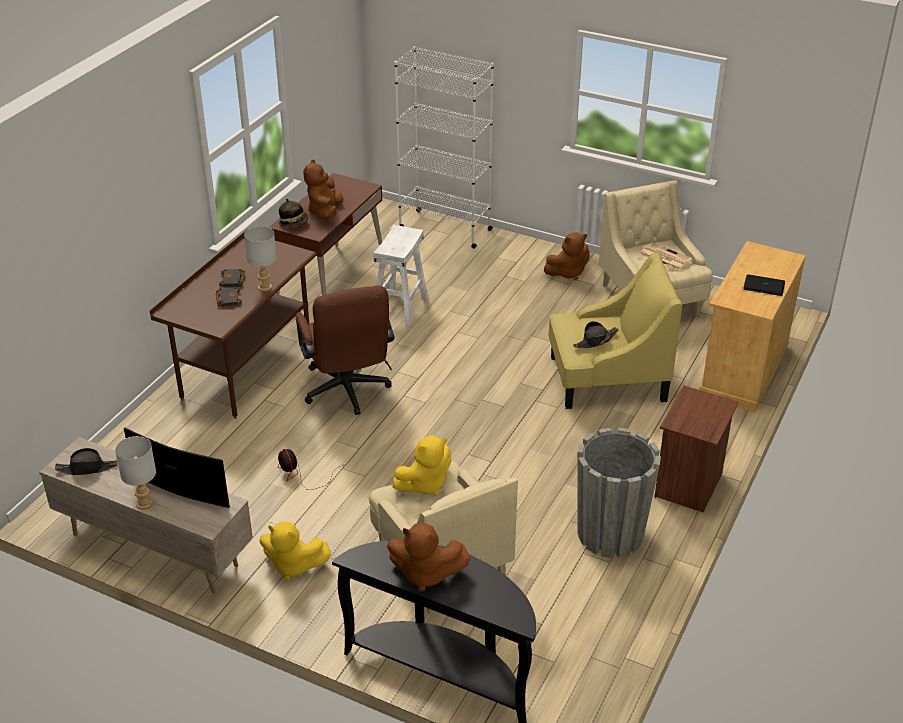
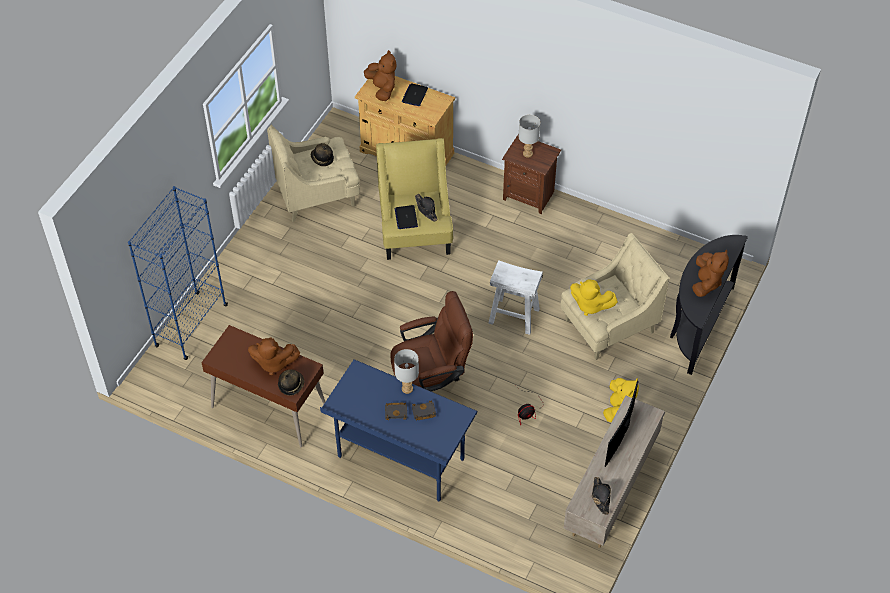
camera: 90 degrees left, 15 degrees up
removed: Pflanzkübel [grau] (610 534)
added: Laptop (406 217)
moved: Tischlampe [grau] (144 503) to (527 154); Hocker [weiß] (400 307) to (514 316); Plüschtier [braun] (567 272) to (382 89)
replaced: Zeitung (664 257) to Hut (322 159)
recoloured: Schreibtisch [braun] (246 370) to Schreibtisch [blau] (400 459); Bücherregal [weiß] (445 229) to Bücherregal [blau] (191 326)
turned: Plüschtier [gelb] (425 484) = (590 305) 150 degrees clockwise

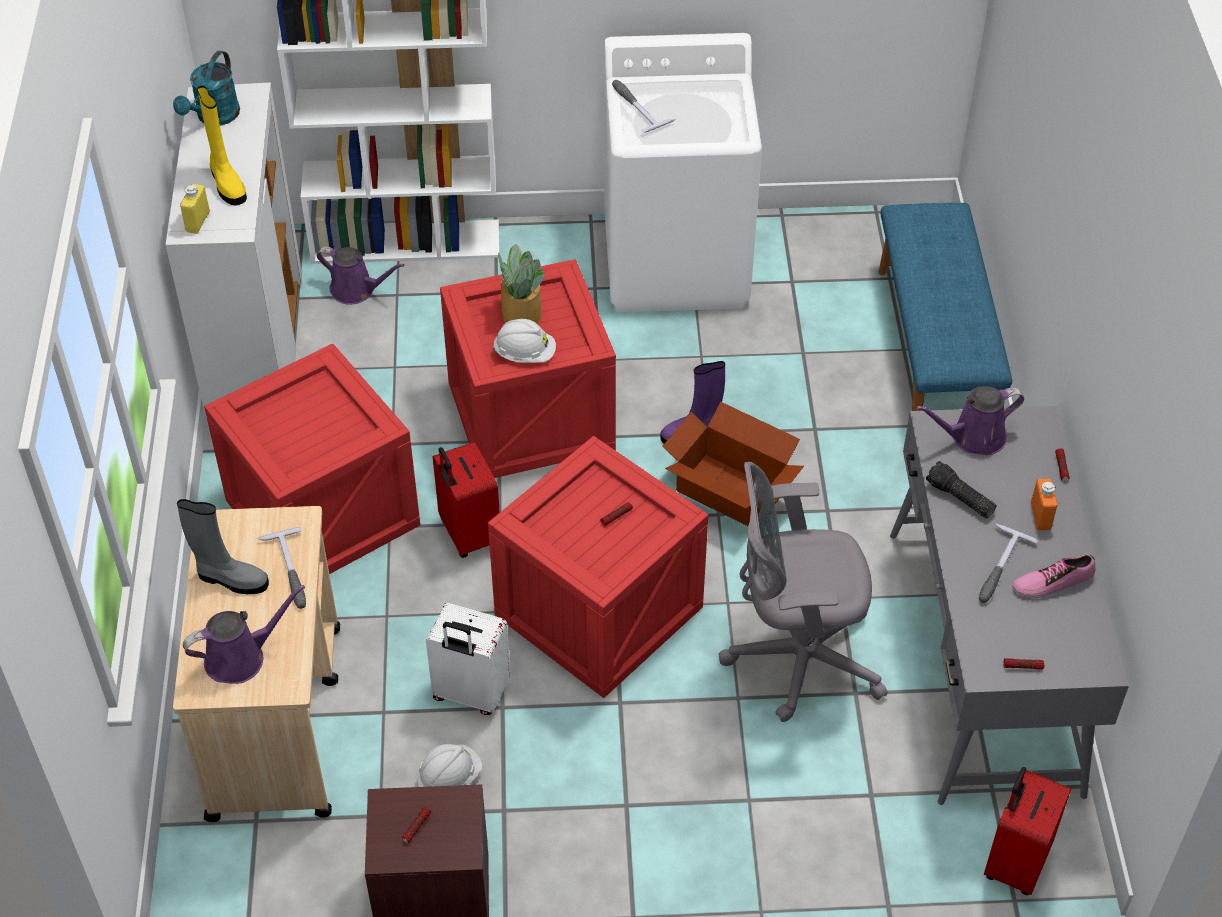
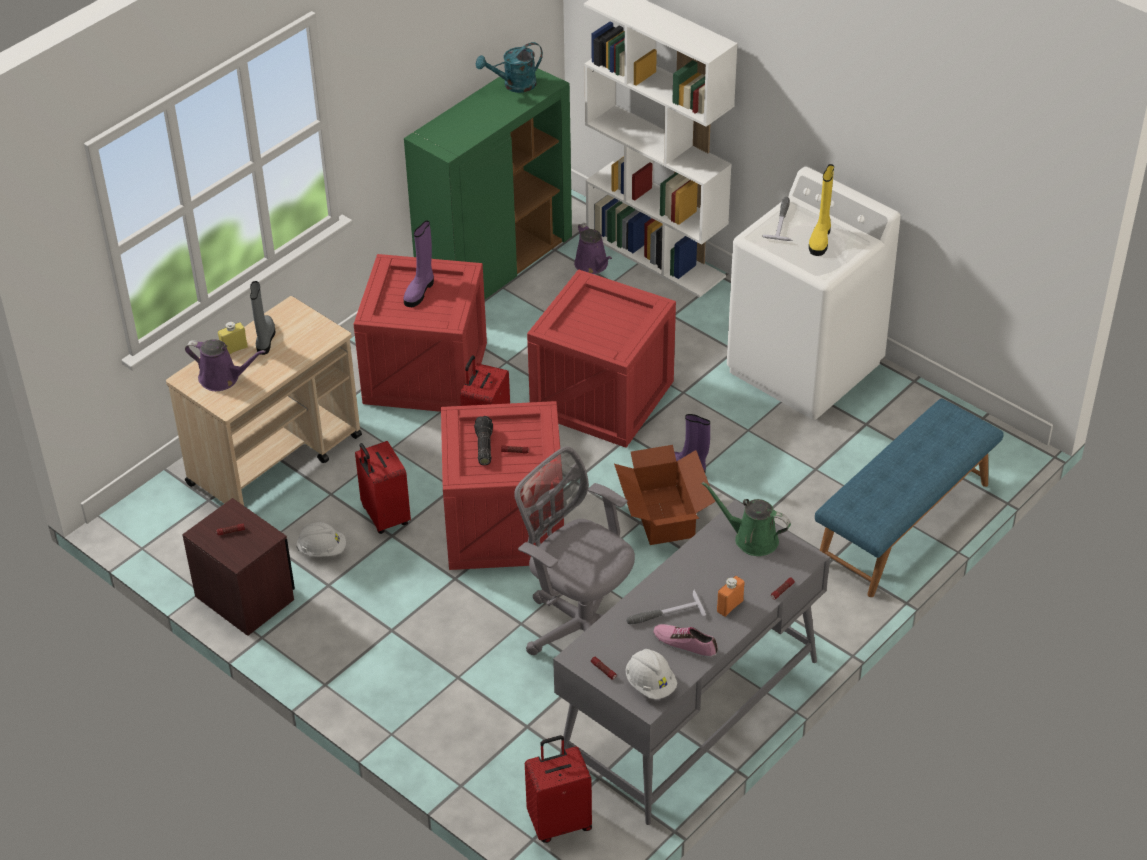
camera: 45 degrees right, 5 degrees down
removed: Hammer (290 572); Topfpflanze (521 314)
added: Stiefel [lila] (420 291)
moved: Flasche [gelb] (198 222) to (234 349); Stiefel [gelb] (227 184) to (820 239); Schutzhelm [weiß] (525 354) to (650 684); Taschenlampe (958 498) to (483 446)
recoloured: Schrank [weiß] (257 354) to Schrank [grün] (495 266); Koffer [weiß] (470 694) to Koffer [rot] (384 517); Gießkanne [lila] (973 437) to Gießkanne [grün] (751 538)
turned: Stiefel [grau] (230 579) = (264 339) 150 degrees counterclockwise

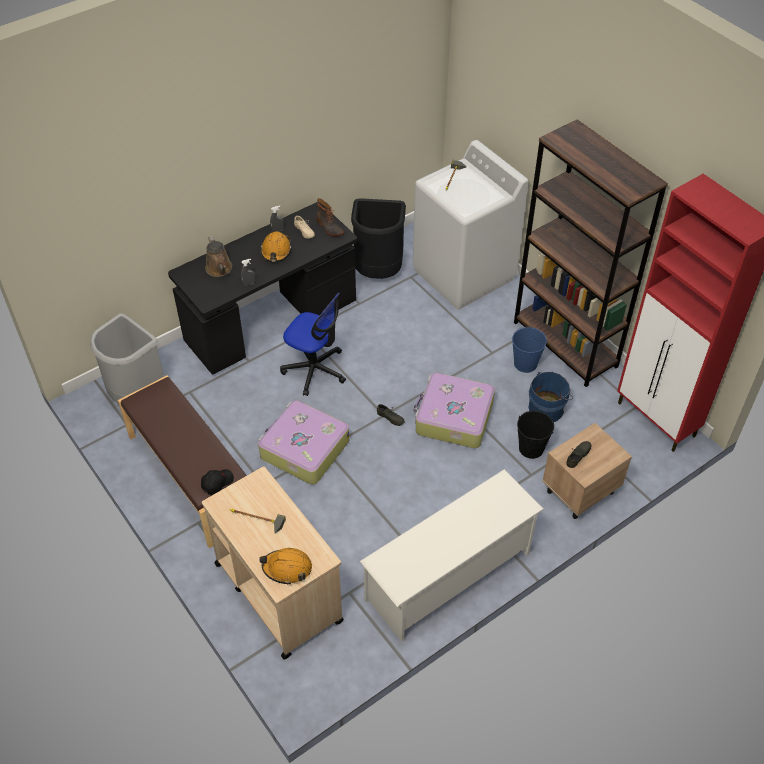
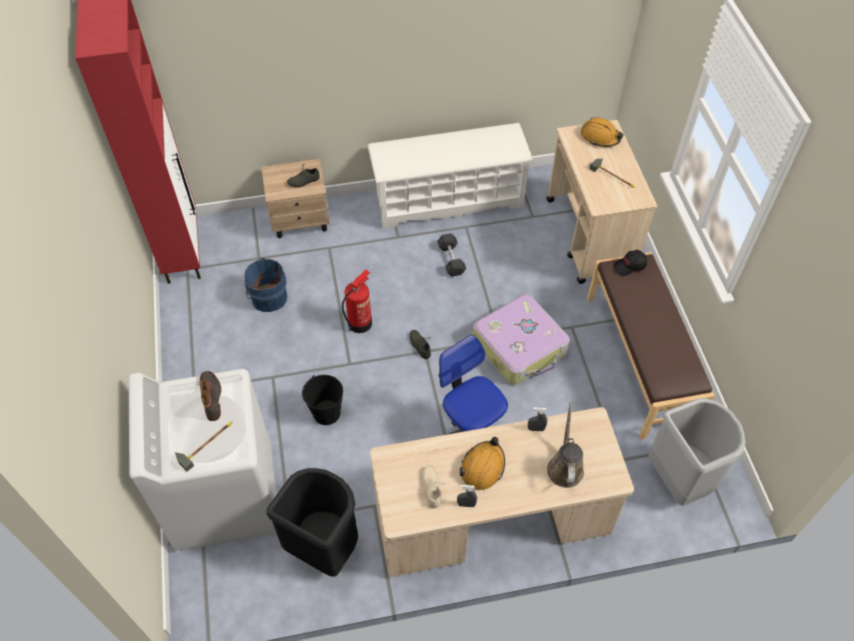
camera: 155 degrees left, 5 degrees up
removed: Eimer [blau] (525 364); Bücherregal [braun] (565 344)
added: Hantel [grau] (451 260)
moved: Stiefel (329 228) to (212 397); Eimer [schwarz] (531 448) to (327 413)
replaced: Koffer (453 418) to Feuerlöscher (360 323)
recoloured: Schreibtisch [schwarz] (271 321) to Schreibtisch [beige] (492 523)

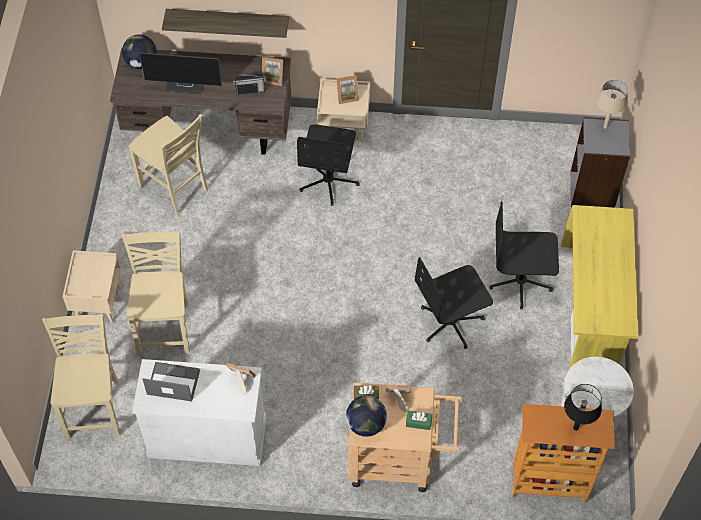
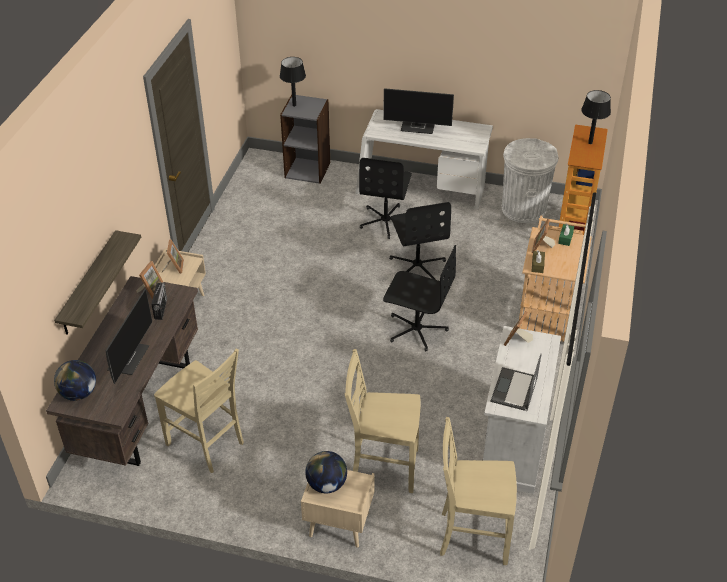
camera: 80 degrees left, 15 degrees down
added: Monitor (418 127)
moved: Bürostuhl [schwarz] (329 180) to (416 329); Globus (366 424) to (327 484)
recoloured: Schreibtisch [gelb] (590 310) to Schreibtisch [weiß] (421 190); Tischlampe [beige] (605 126) to Tischlampe [schwarz] (294 105)
turned: Stuhl [beige] (175 188) = (206 444) 75 degrees clockwise

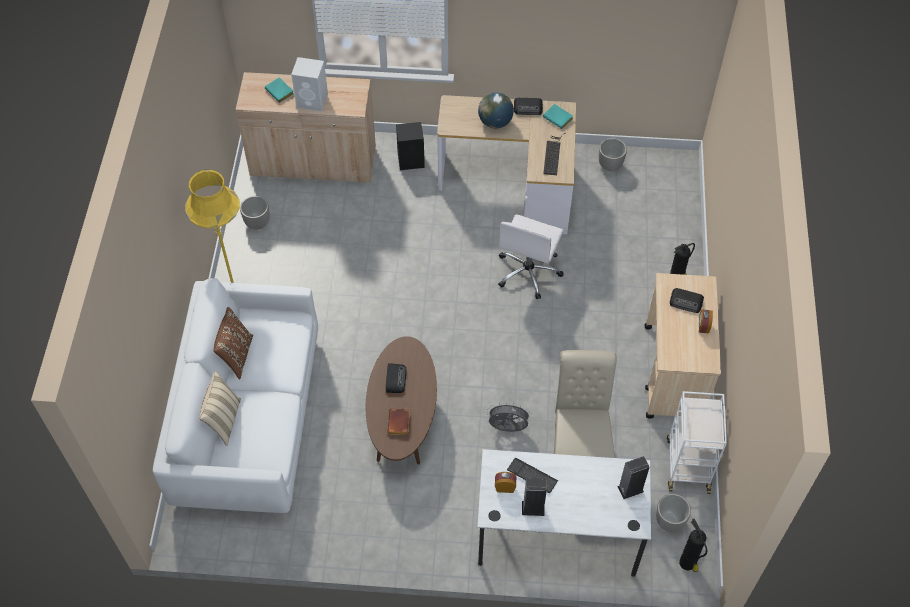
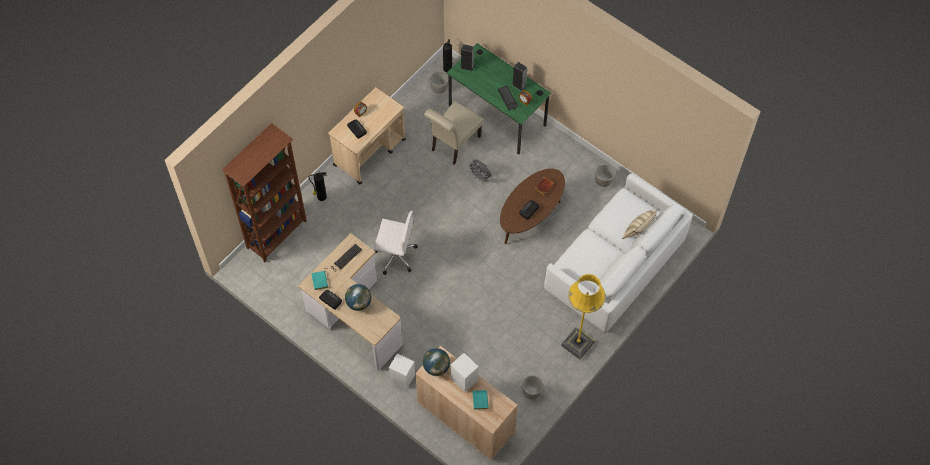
camera: 145 degrees left, 5 degrees up
removed: Kissen [braun] (236 356); Rollwagen [weiß] (687 463)
added: Bücherregal [braun] (277 234); Globus (436 367)
moved: Pflanzkübel (610 166) to (603 181)
recoloured: Lautsprecher [schwarz] (411 160) to Lautsprecher [weiß] (402 377); Schreibtisch [weiß] (557 534) to Schreibtisch [grün] (497 115)
turned: Bürostuhl [weiß] (528 272) = (395 255) 45 degrees clockwise

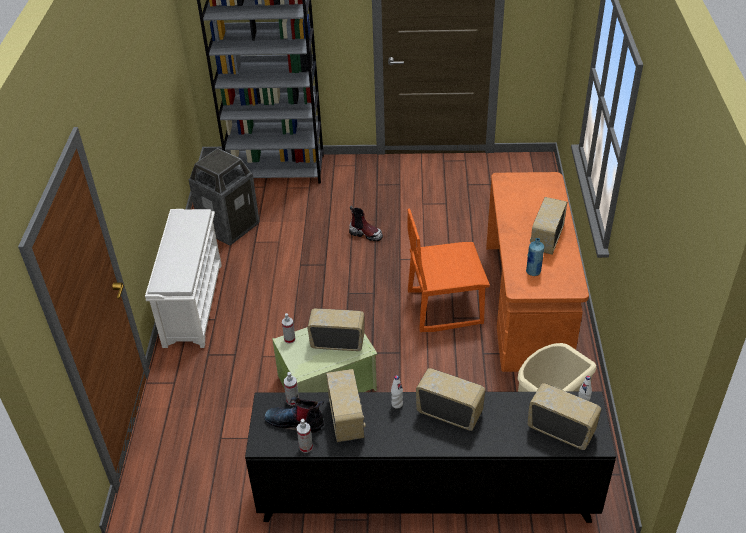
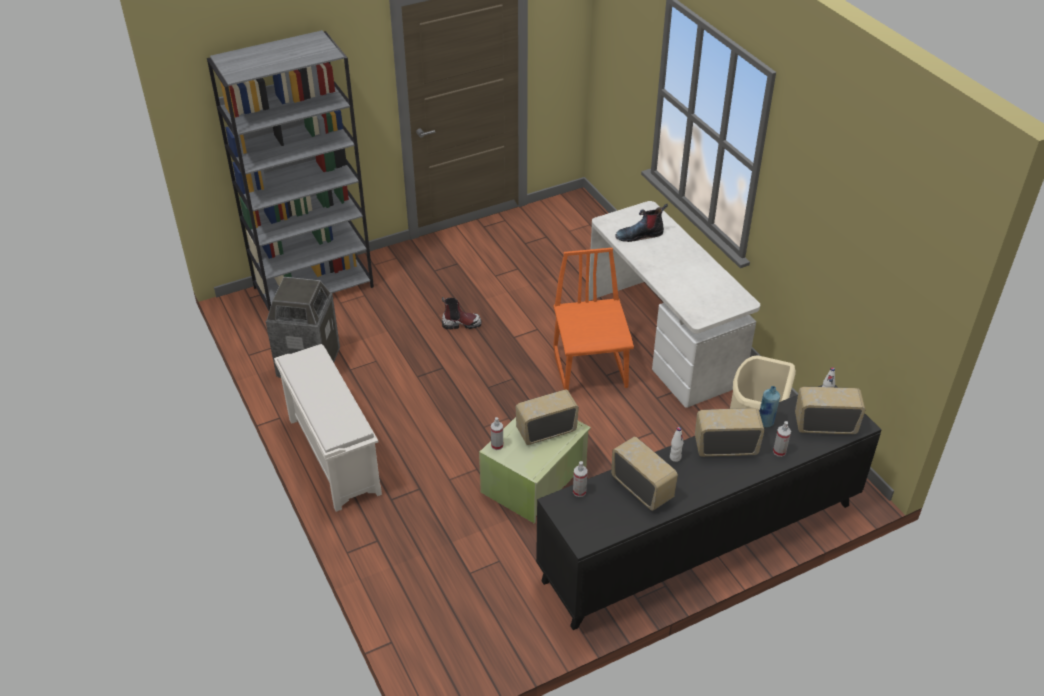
camera: 30 degrees left, 0 degrees up
removed: Radio (546 239)
moved: Stiefel (296 422) to (640 235); Sprühflasche (306 447) to (779 451); Flasche [blau] (533 272) to (765 422)
recoloured: Schreibtisch [orange] (528 304) to Schreibtisch [weiß] (663 339)
turned: Stuhl [orange] (444 307) = (591 368) 120 degrees clockwise

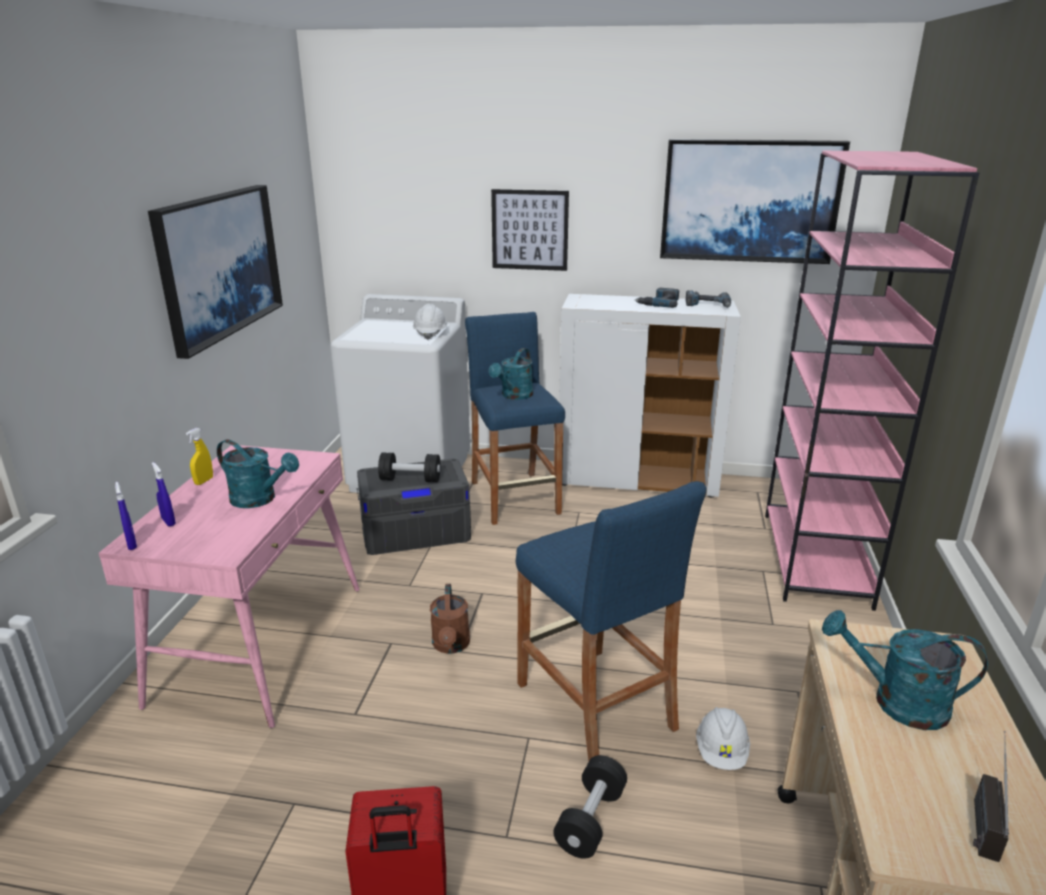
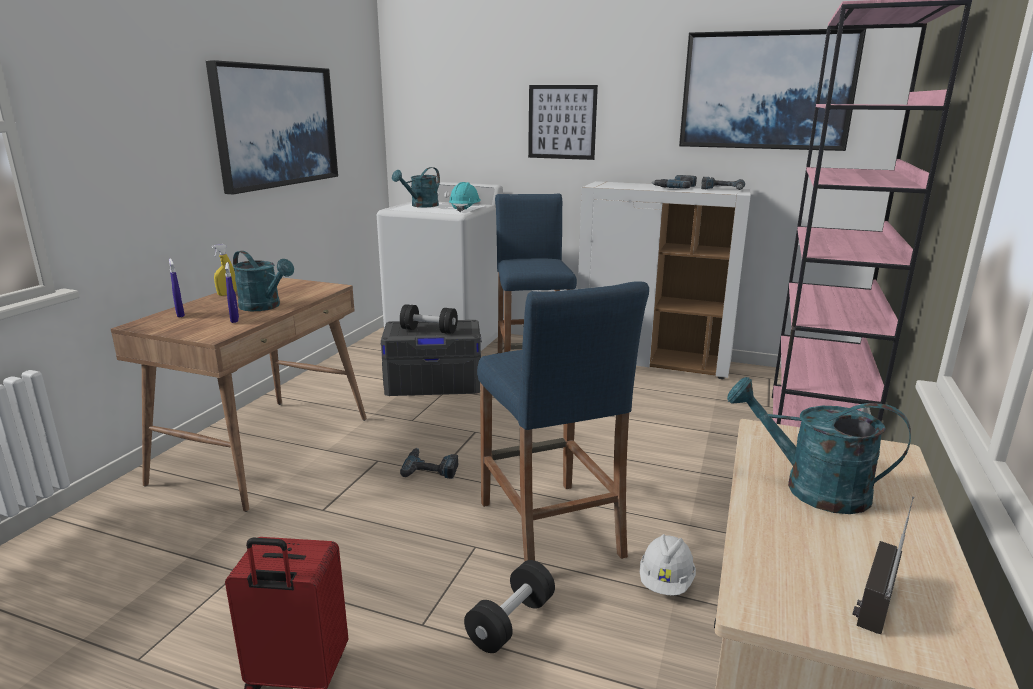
camera: 10 degrees right, 5 degrees down
moved: Sprühflasche [blau] (132 544) to (235 320); Gießkanne [türkis] (514 396) to (421 206)
replaced: Gießkanne [braun] (451 646) to Bohrmaschine (431 468)
recoloured: Schreibtisch [rosa] (260 642) to Schreibtisch [braun] (265 449); Schutzhelm [weiß] (430 334) to Schutzhelm [türkis] (465 209)

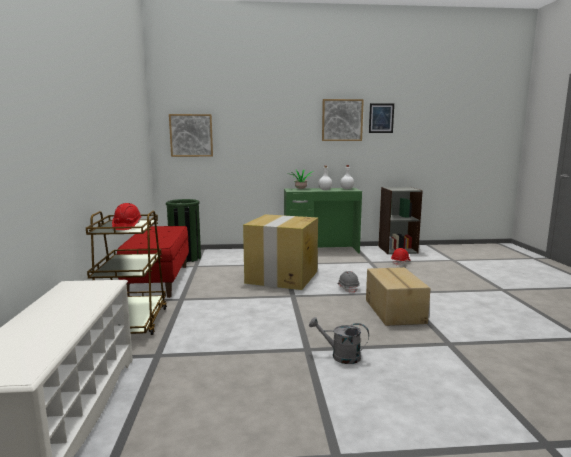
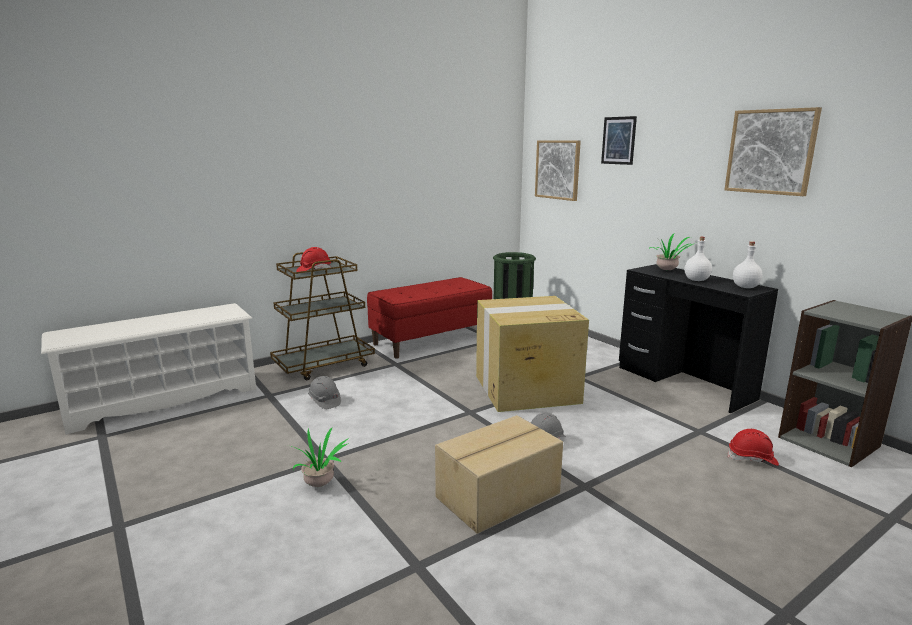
camera: 60 degrees right, 5 degrees up
added: Schutzhelm [grau] (324 401)
moved: Bild (381 118) to (618 140)
replaced: Gießkanne [grau] (340 356) to Topfpflanze (320 483)
recoloured: Schreibtisch [grün] (321 250) to Schreibtisch [schwarz] (684 383)

